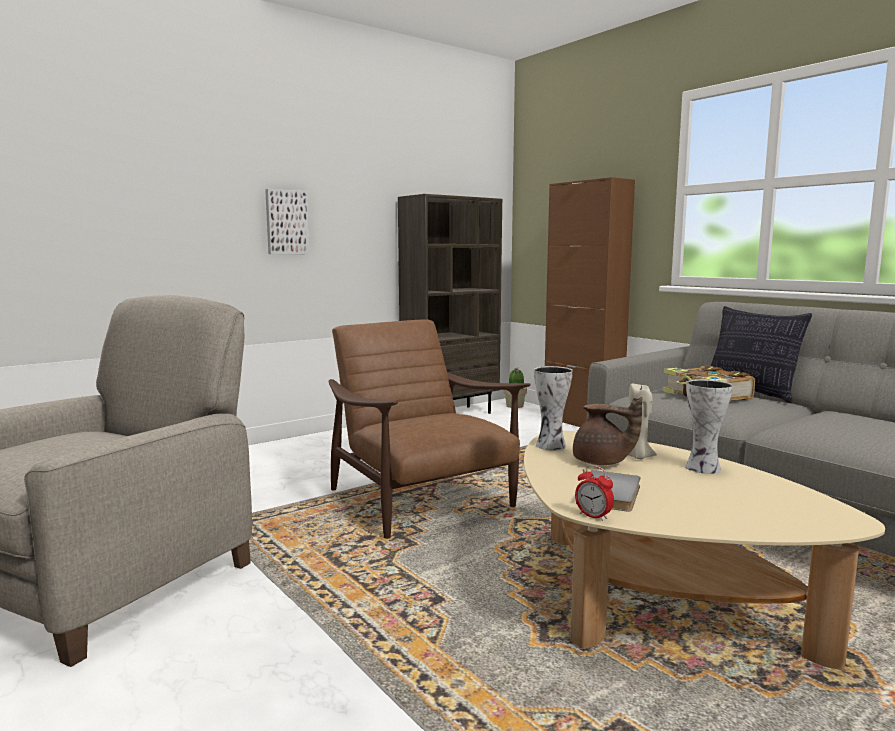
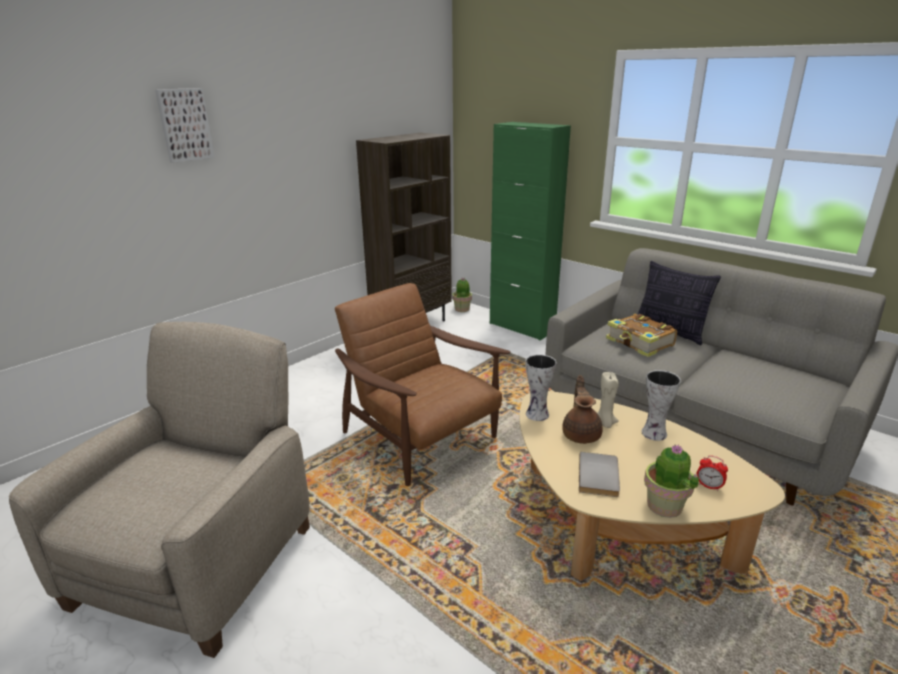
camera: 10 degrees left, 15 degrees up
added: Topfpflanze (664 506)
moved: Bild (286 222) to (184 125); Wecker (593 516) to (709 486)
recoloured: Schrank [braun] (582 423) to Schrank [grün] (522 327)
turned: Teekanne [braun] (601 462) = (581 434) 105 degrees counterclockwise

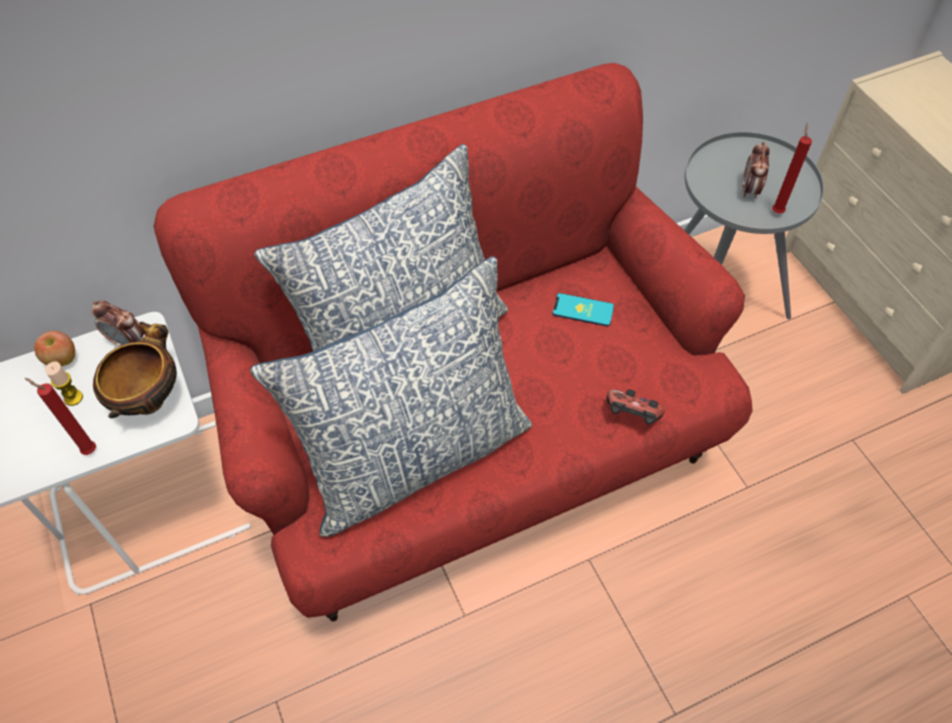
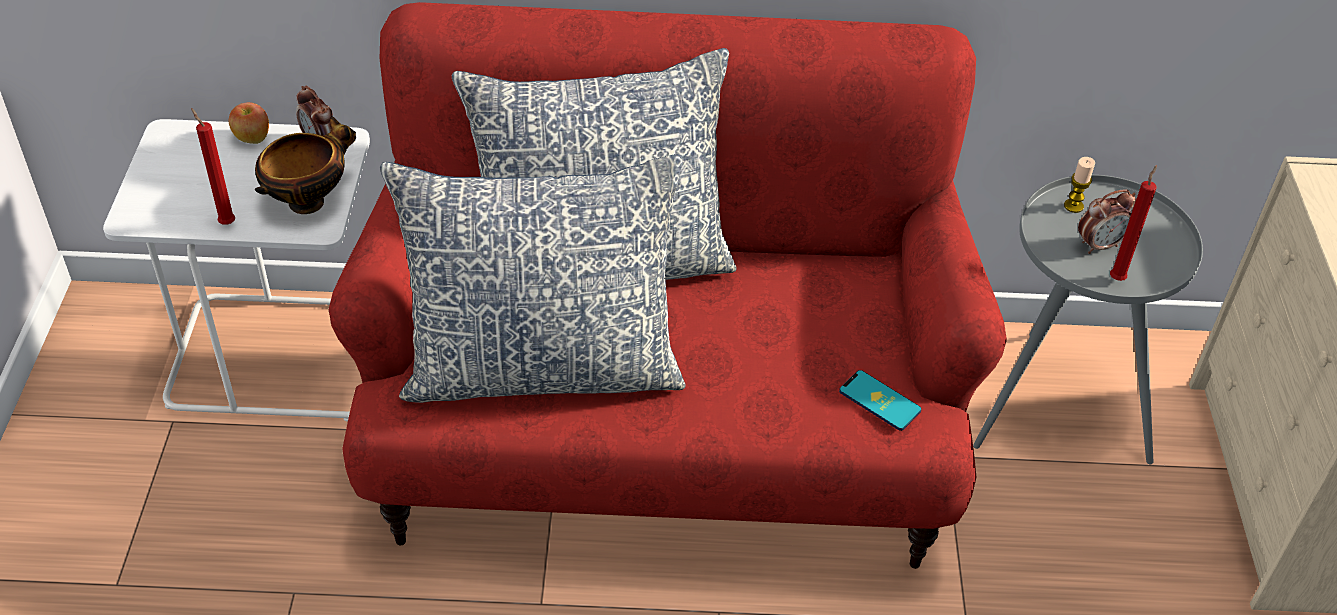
camera: 25 degrees right, 10 degrees down
removed: Gamepad (631 417)
moved: Kerze (73 398) to (1073 206); Handy (583 310) to (879 401)
turned: Wecker (750 190) = (1099 245) 150 degrees counterclockwise

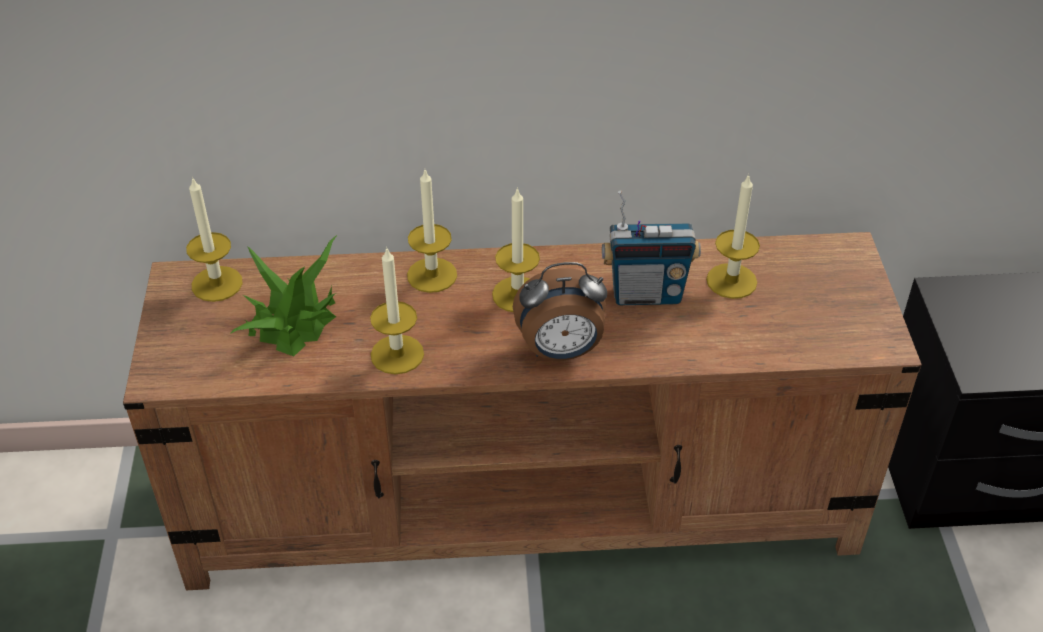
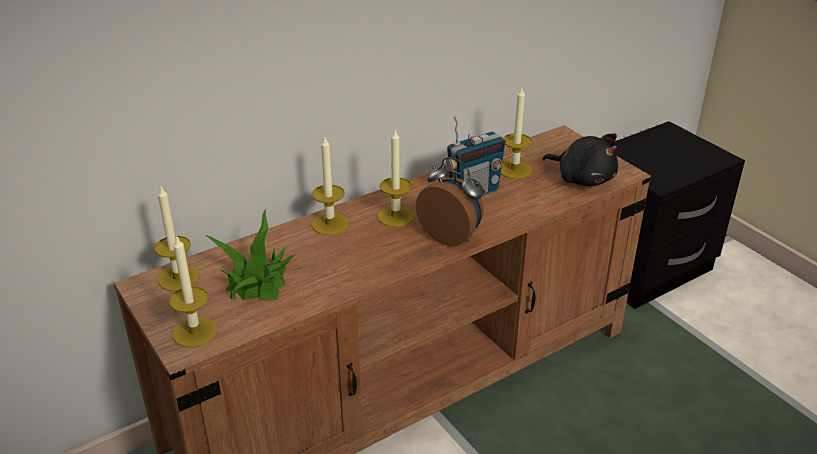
camera: 30 degrees left, 10 degrees down
added: Plüschtier [schwarz] (583 178)
moved: Kerze (397 354) to (195 332)
turned: Wecker (560 351) = (451 236) 105 degrees counterclockwise

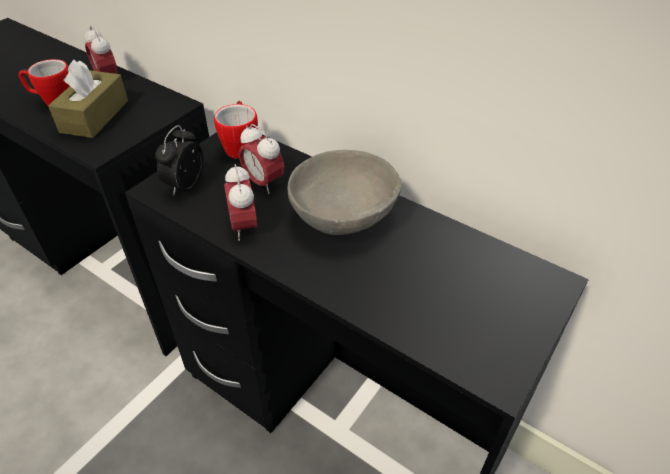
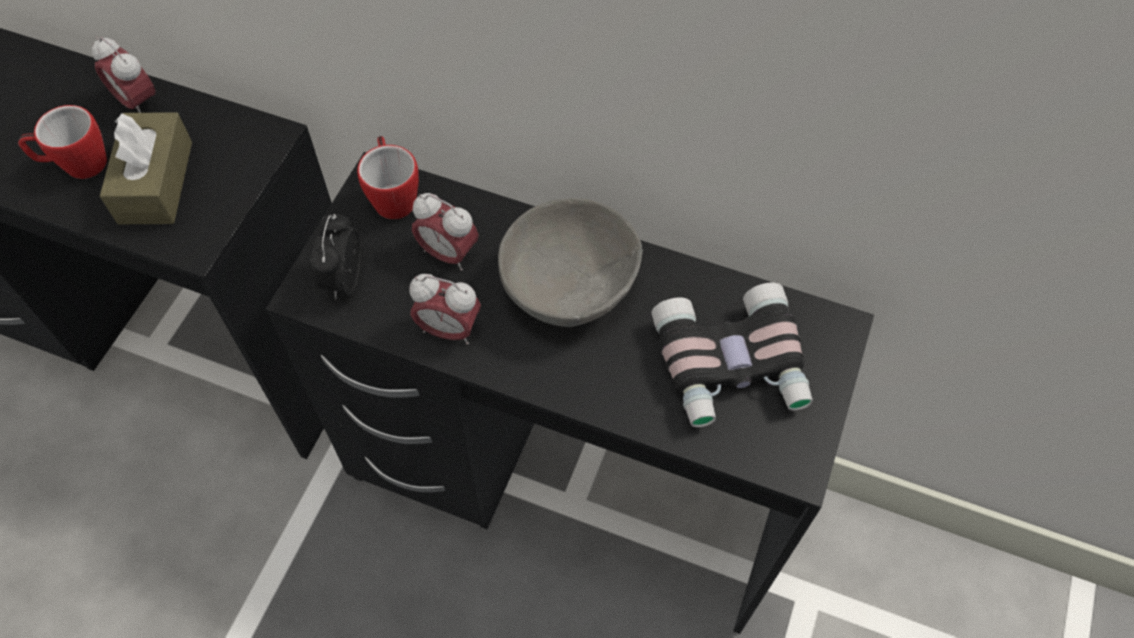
camera: 15 degrees left, 15 degrees up
added: Fernglas (731 367)
turned: Wecker (244 227) = (449 329) 45 degrees counterclockwise

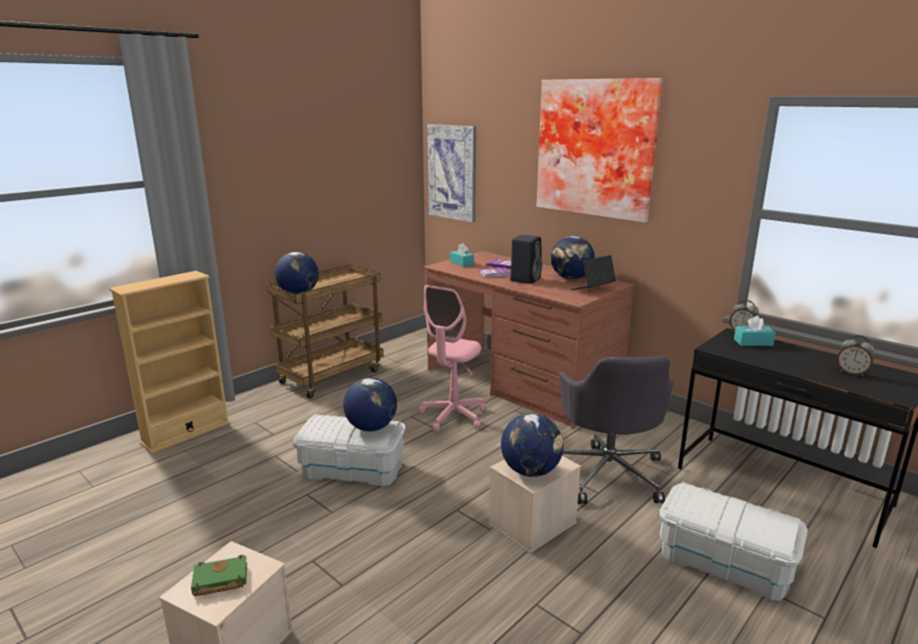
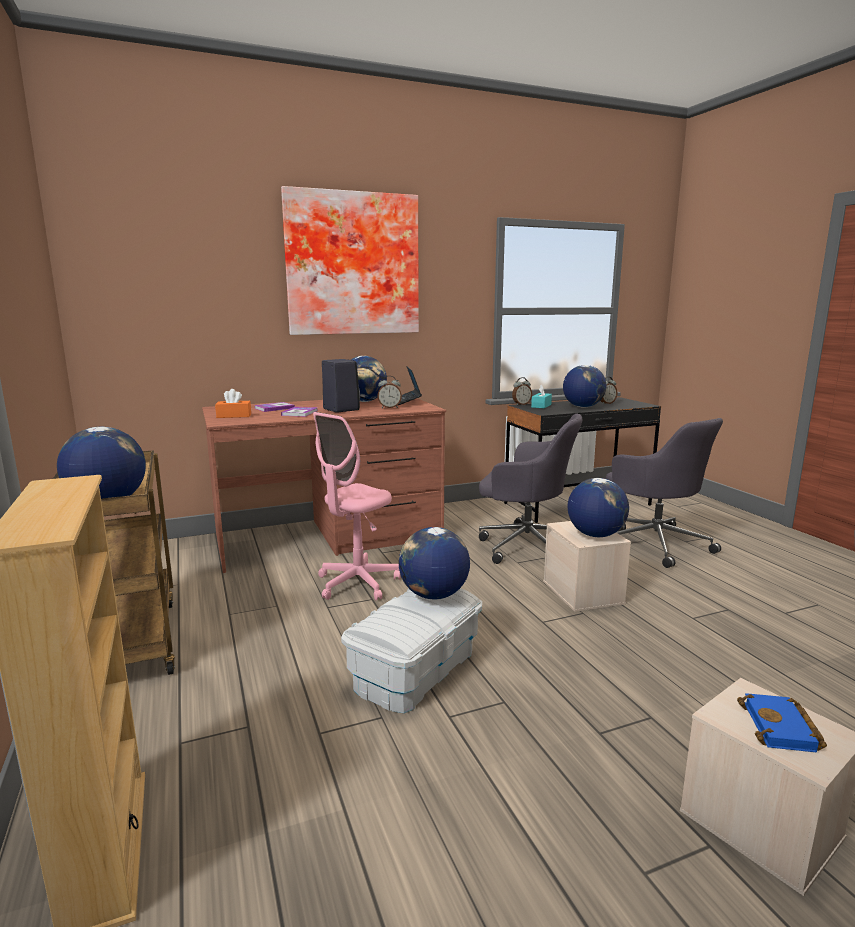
camera: 65 degrees left, 5 degrees down
removed: Bild (452 172)
added: Wecker (389 407); Globus (583 407)
replaced: Aufbewahrungsbox [weiß] (723 562) to Bürostuhl [grau] (654 543)
recoloured: Buch [grün] (219 581) to Buch [blau] (782 729); Taschentuchbox [türkis] (461 263) to Taschentuchbox [orange] (234 416)
turned: Bürostuhl [rosa] (453 416) = (357 583) 75 degrees clockwise

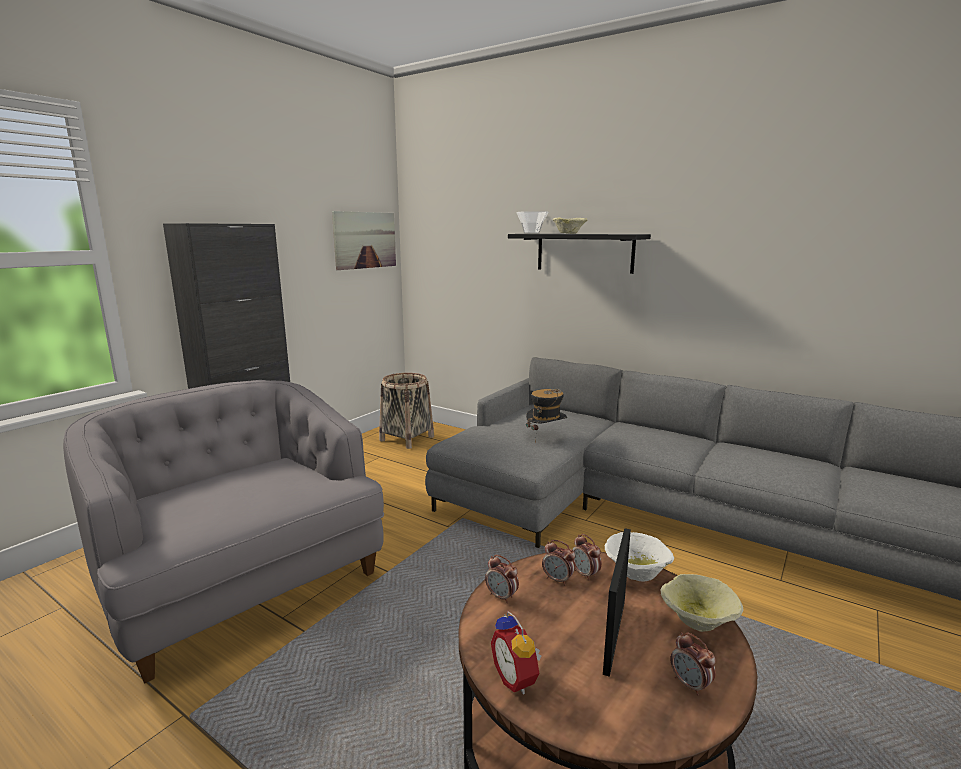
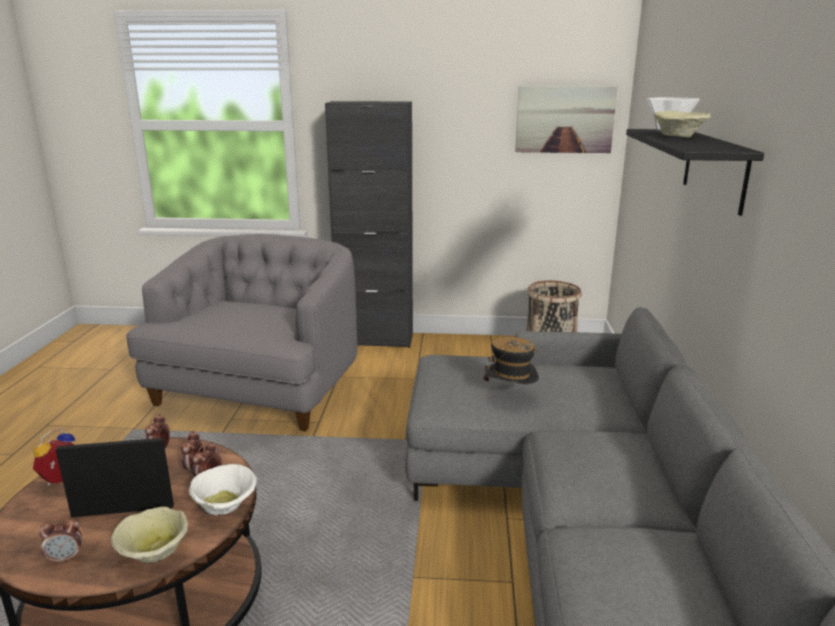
camera: 60 degrees right, 5 degrees up
turned: Wecker (690 684) = (65 558) 135 degrees counterclockwise

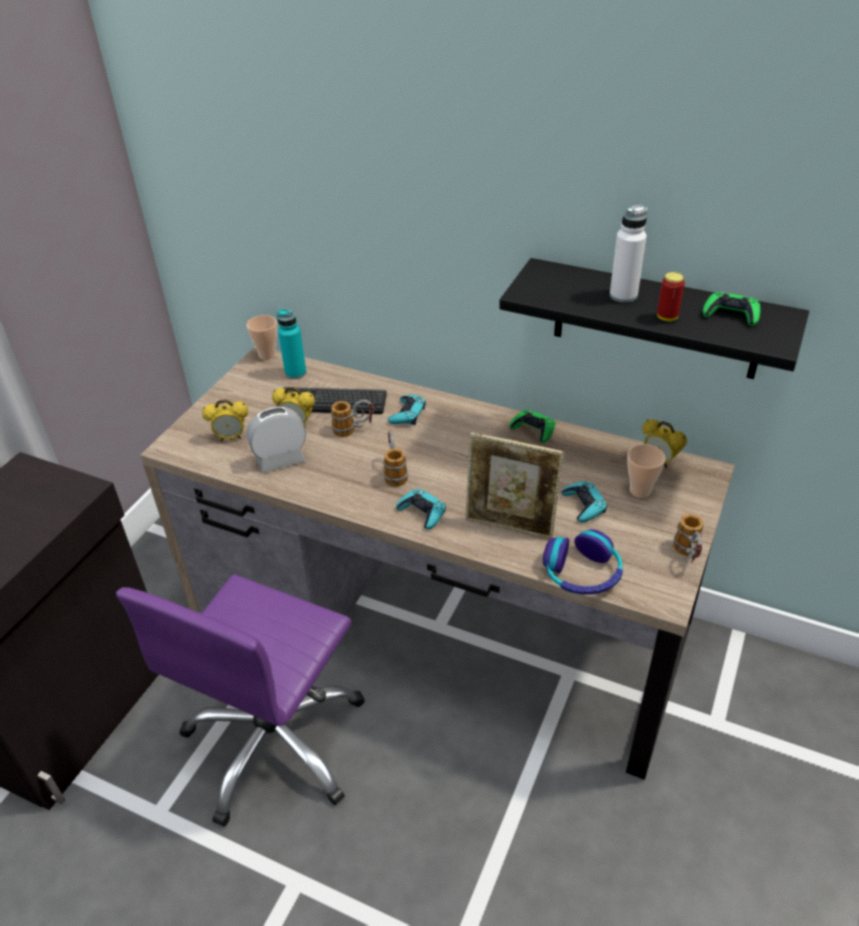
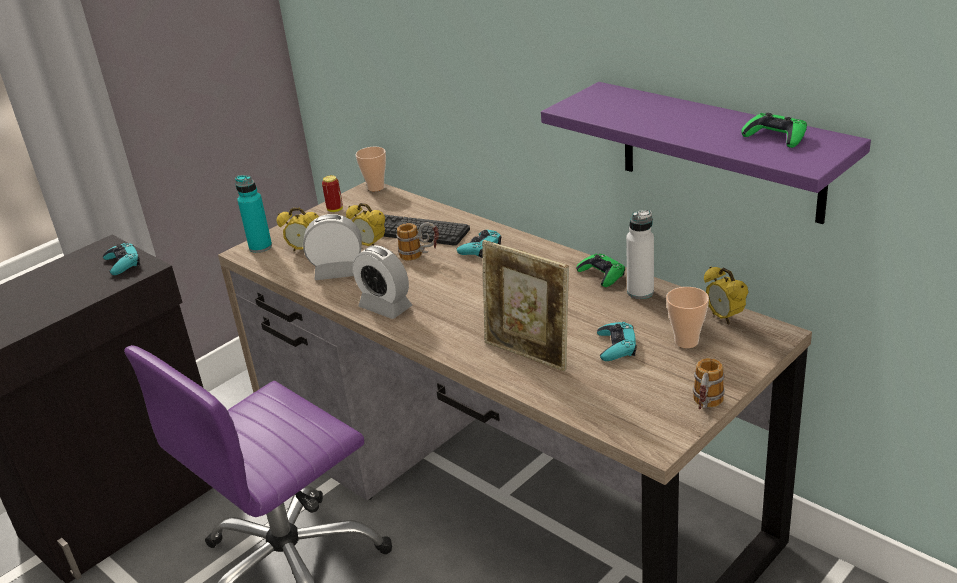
camera: 20 degrees right, 10 degrees down
removed: Henkelbecher (394 472); Kopfhörer (582 573)
added: Wecker (385 307)
moved: Flasche [türkis] (295 373) to (260 247); Gamepad [türkis] (422 512) to (123 263); Flasche [weiß] (623 295) to (640 292); Dose (667 317) to (335 210)
recoloured: Wandregal [schwarz] (656 319) to Wandregal [lila] (720 151)

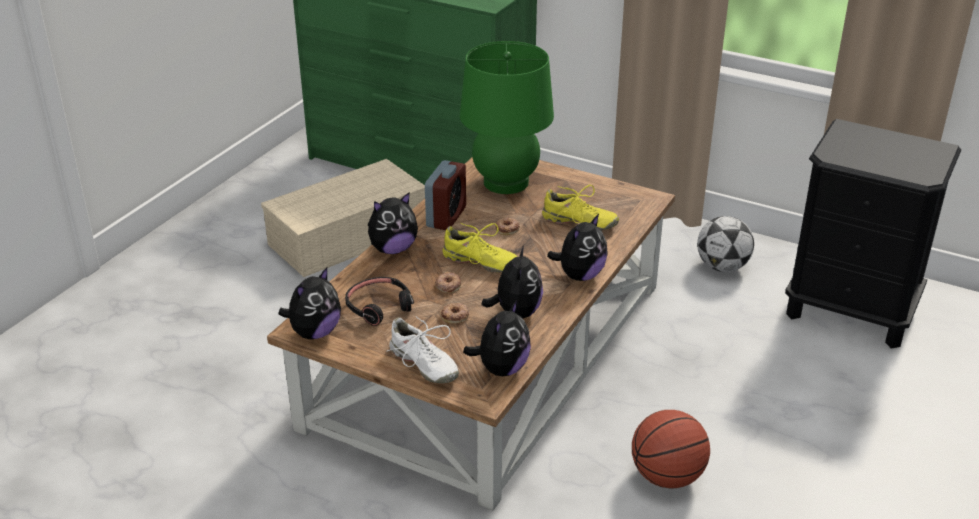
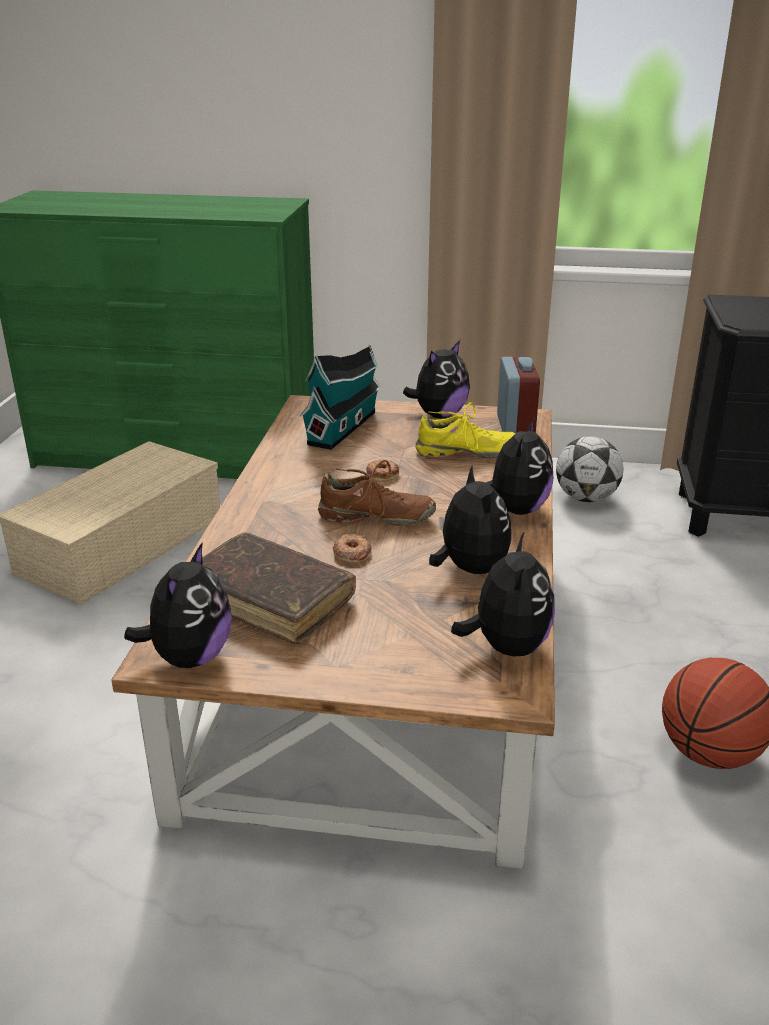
camera: 20 degrees left, 5 degrees down
removed: Schuh [weiß] (423 365); Donut (455 316)
moved: Plüschtier (392 249) to (439 415); Wecker (446 217) to (515 427)
replaced: Kopfhörer [schwarz] (379 306) to Buch [braun] (270 600); Tischlampe [grün] (506 182) to Spielzeughaus (344 427)
recoloured: Schuh [gelb] (480 262) to Schuh [braun] (376 518)

